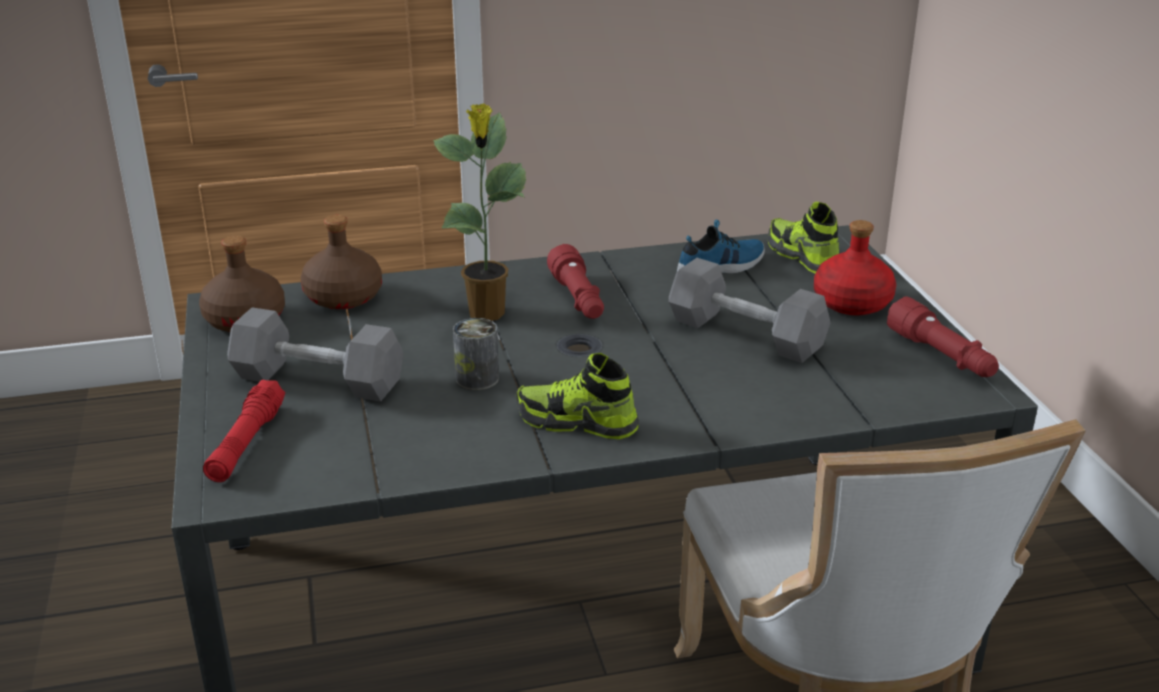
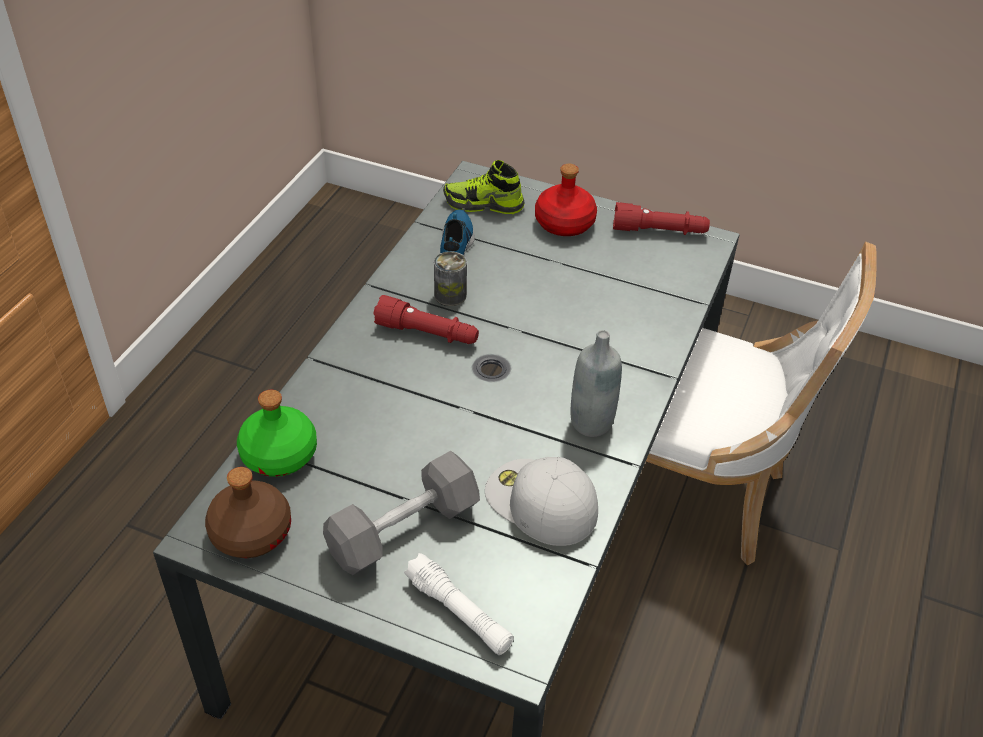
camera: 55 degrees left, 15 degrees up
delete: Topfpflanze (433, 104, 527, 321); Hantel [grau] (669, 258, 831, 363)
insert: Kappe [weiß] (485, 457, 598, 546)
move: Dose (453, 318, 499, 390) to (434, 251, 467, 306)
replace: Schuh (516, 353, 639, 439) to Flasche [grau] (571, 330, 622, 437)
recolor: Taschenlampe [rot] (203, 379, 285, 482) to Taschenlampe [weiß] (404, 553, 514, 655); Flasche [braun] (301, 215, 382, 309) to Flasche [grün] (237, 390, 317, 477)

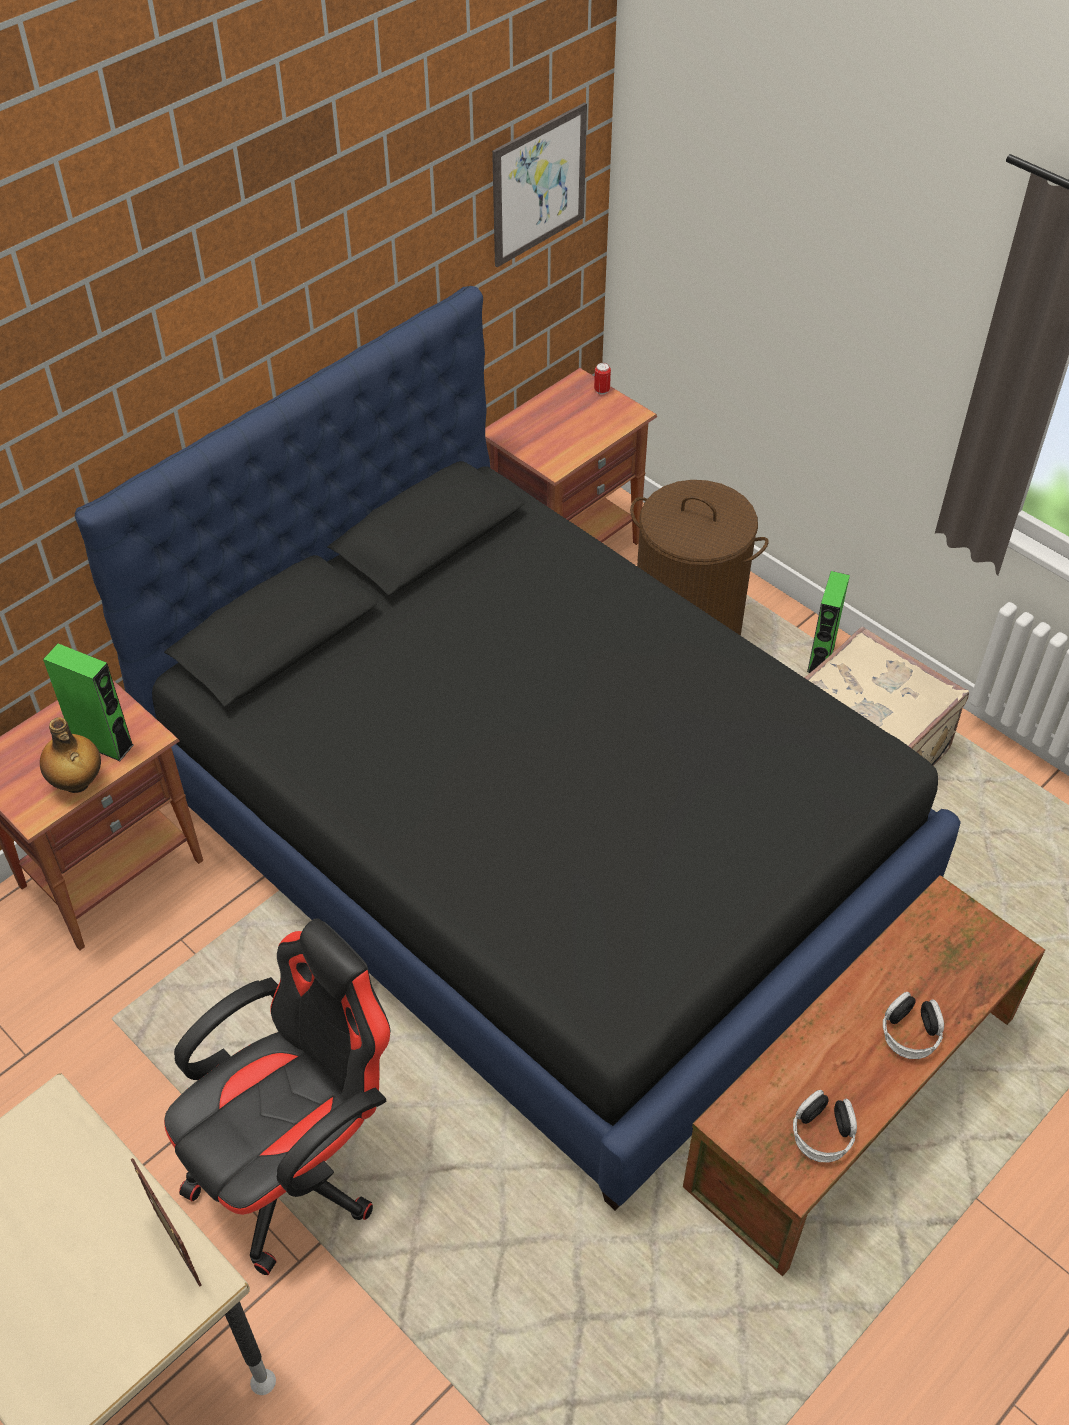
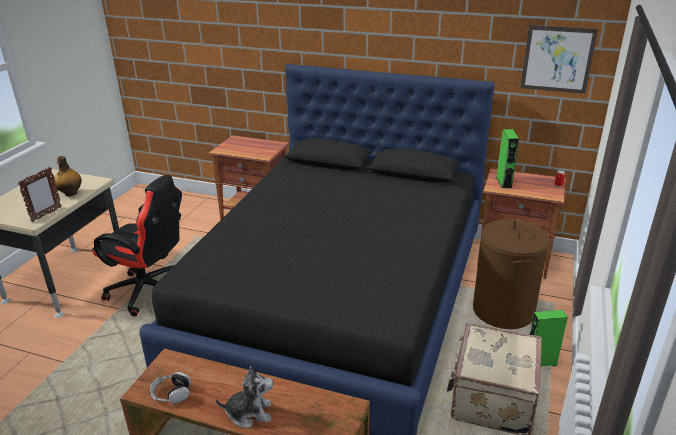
camera: 65 degrees right, 20 degrees down
move: Flasche (40, 717, 101, 793) to (54, 156, 82, 196); Lautsprecher [grün] (43, 644, 134, 761) to (496, 129, 519, 188)
replace: Kopfhörer (883, 992, 944, 1059) to Plüschtier (216, 366, 273, 428)

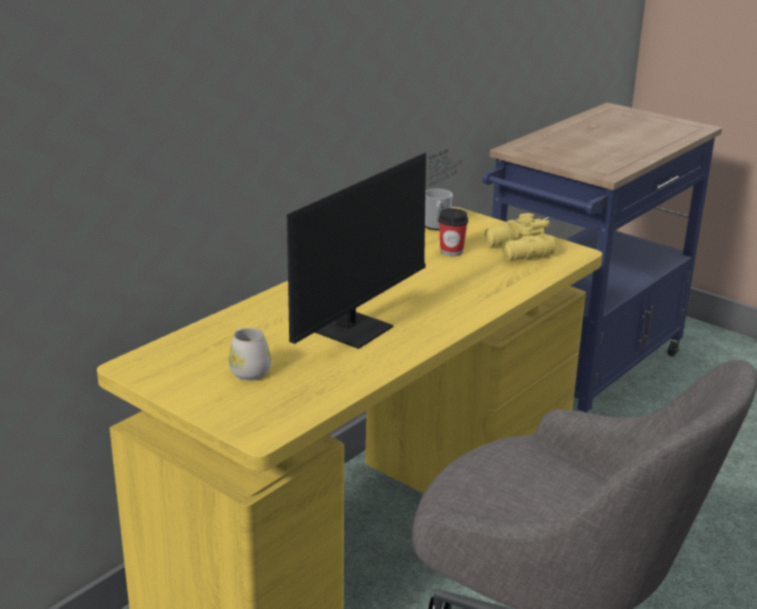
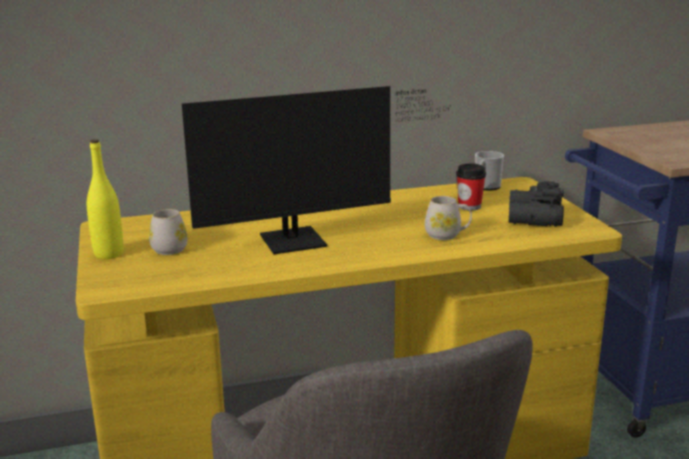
camera: 35 degrees right, 5 degrees down
insert: Flasche [gelb] (87, 139, 124, 259); Henkelbecher [weiß] (425, 196, 472, 240)
recolor: Fernglas [gelb] (484, 213, 555, 262) to Fernglas [schwarz] (509, 181, 564, 226)

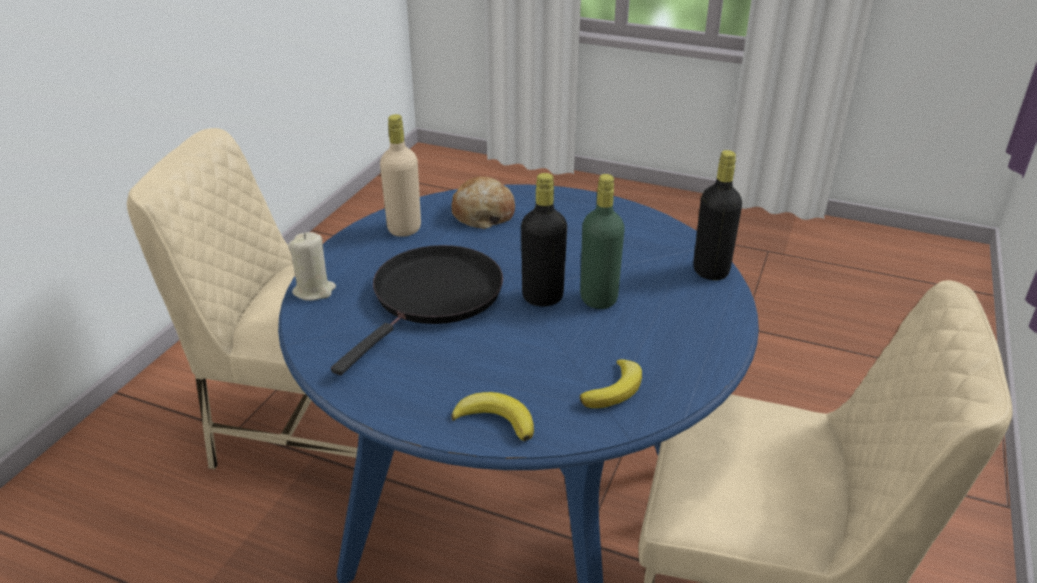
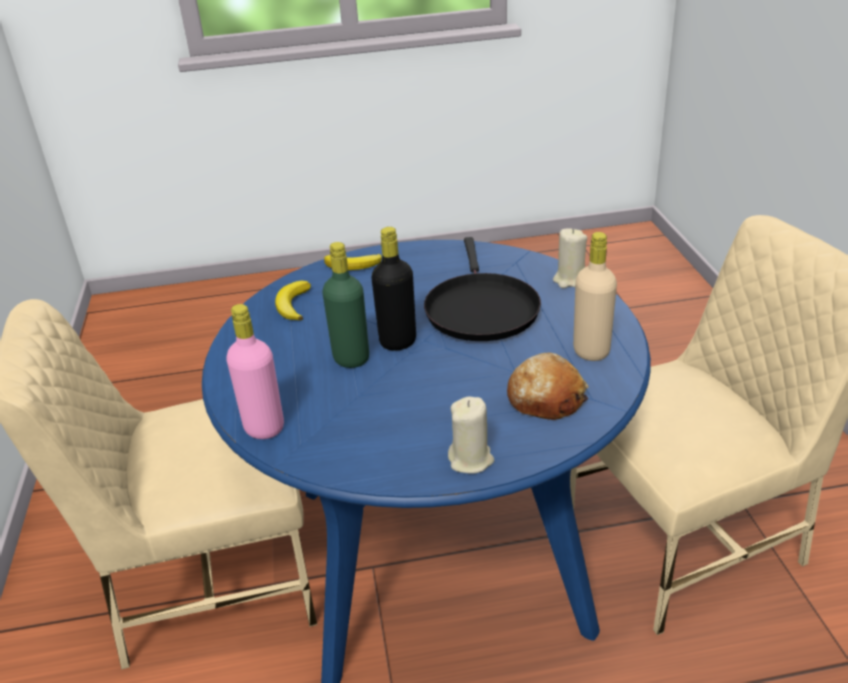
camera: 150 degrees right, 0 degrees up
insert: Kerze [beige] (448, 396, 494, 474)
recolor: Flasche [schwarz] (693, 150, 742, 280) to Flasche [rosa] (227, 304, 284, 439)

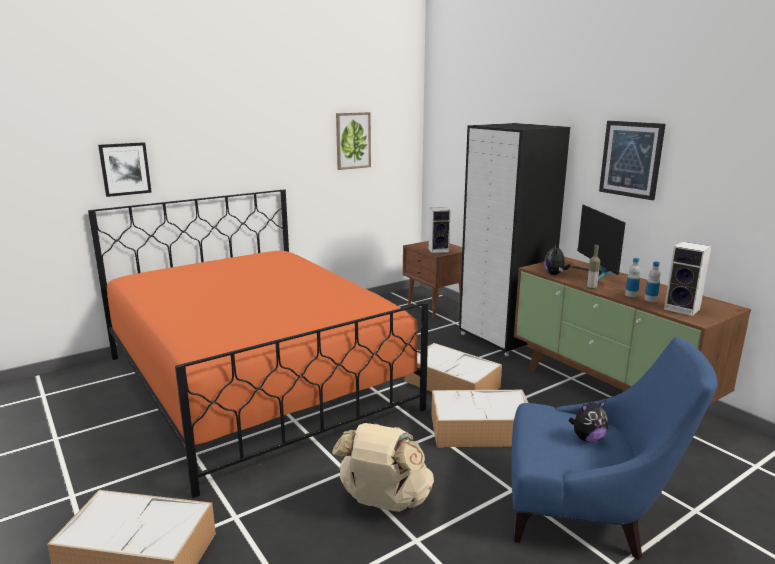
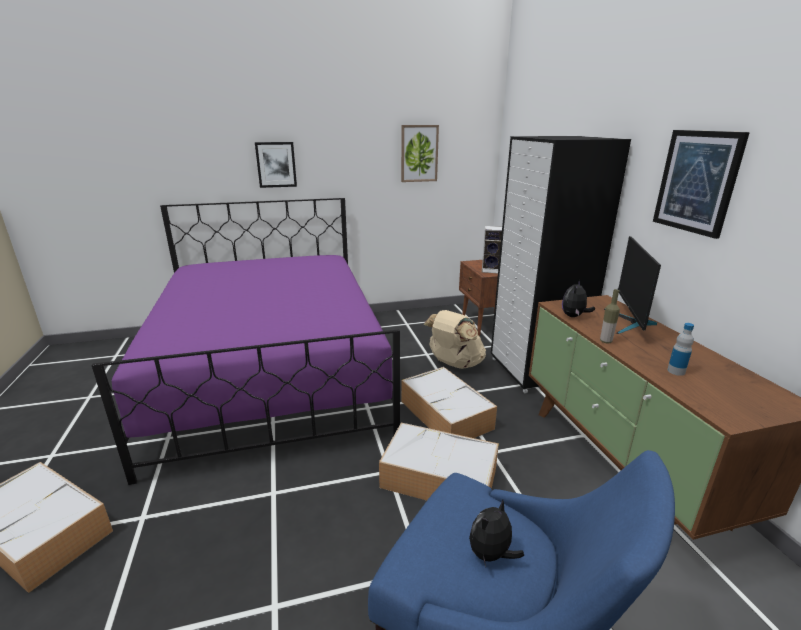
camera: 20 degrees right, 5 degrees up
delete: Flasche (625, 258, 640, 297); Lautsprecher (664, 242, 711, 316)
move: Bild (98, 142, 152, 197) to (255, 142, 297, 188); Rucksack [beige] (332, 423, 434, 512) to (423, 310, 486, 369)
recolor: Bett [orange] (88, 189, 429, 498) to Bett [lila] (92, 198, 400, 485)
rotate: Plüschtier (569, 400, 608, 442) = (469, 500, 524, 567) 135 degrees clockwise

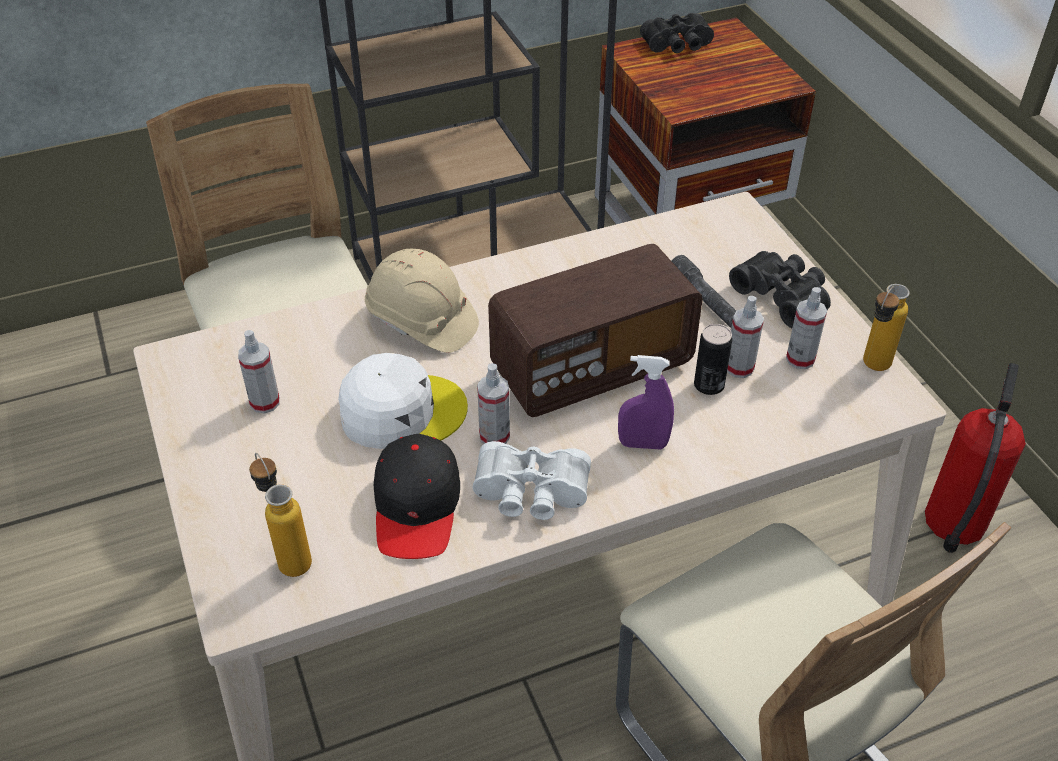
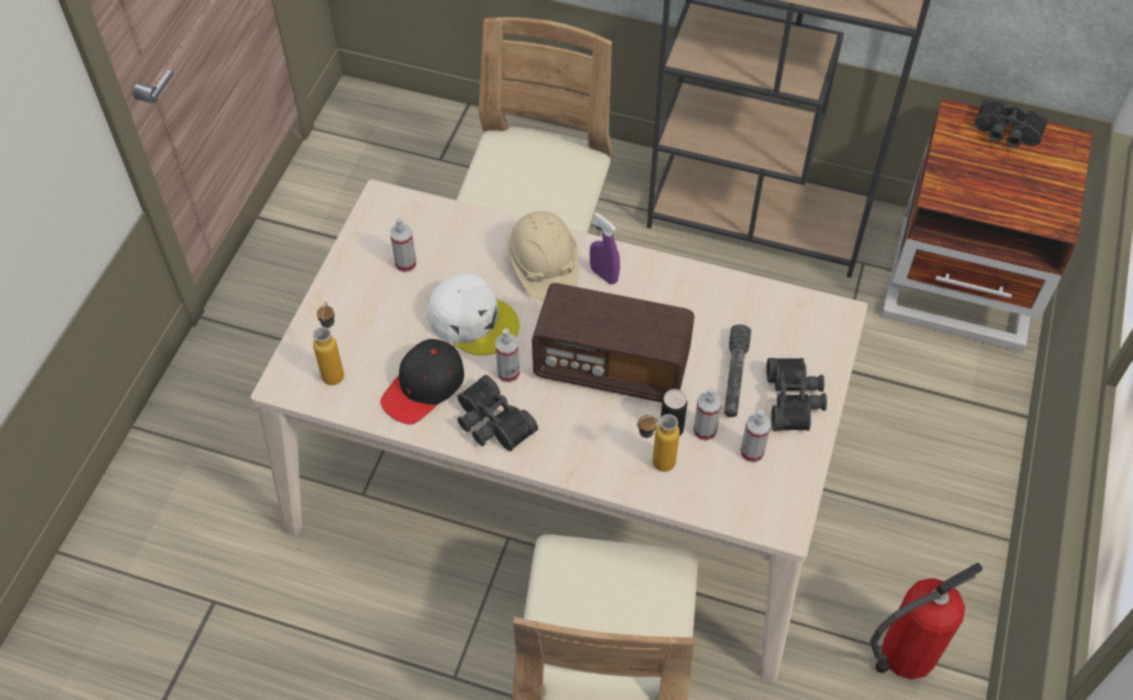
camera: 40 degrees right, 10 degrees up
move: Sprühflasche [lila] (618, 355, 674, 450) to (590, 212, 620, 284); Flasche (863, 284, 910, 371) to (637, 414, 680, 472)
recolor: Fernglas [weiß] (472, 441, 591, 520) to Fernglas [schwarz] (457, 375, 538, 451)

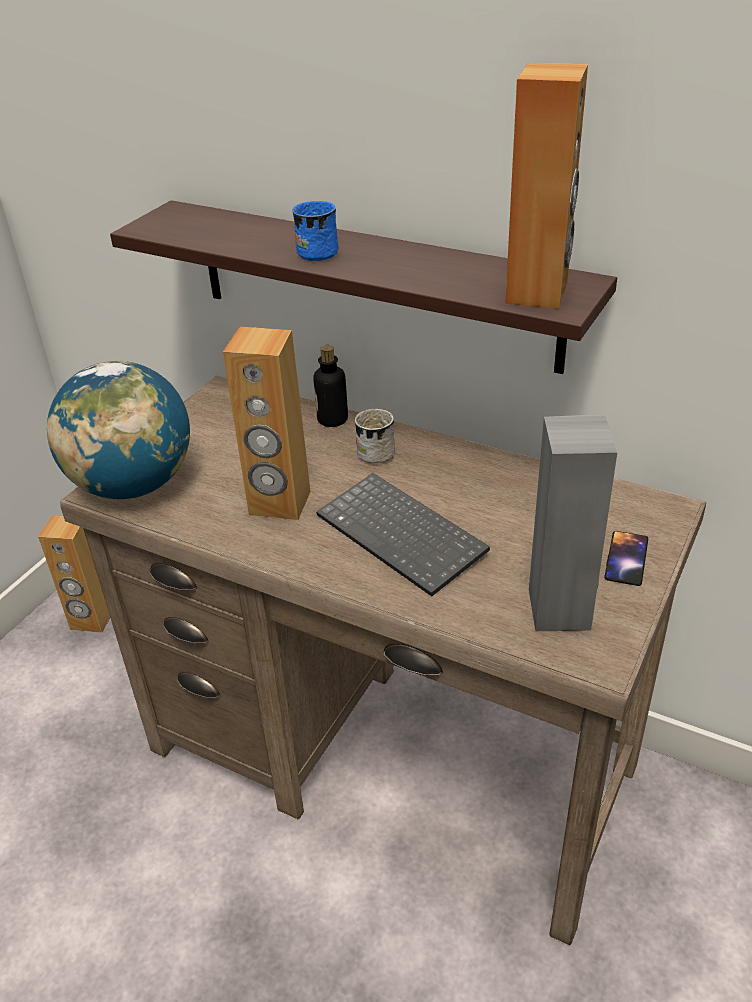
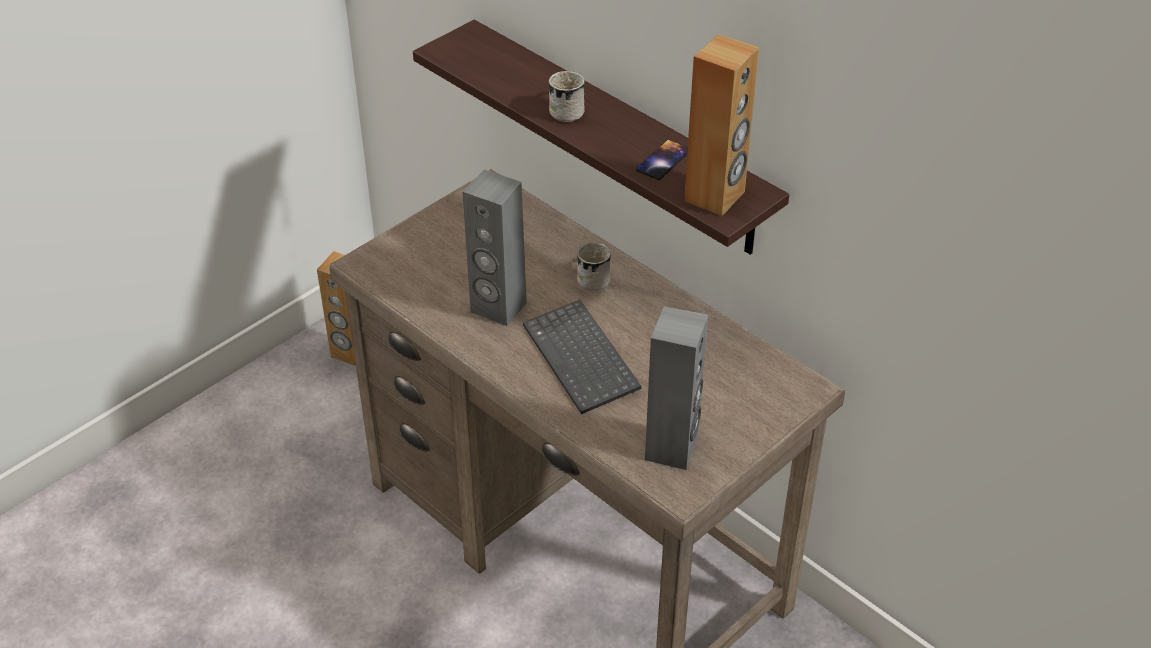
camera: 15 degrees right, 5 degrees up
delete: Globus (47, 361, 190, 499); Flasche (313, 345, 348, 427)
move: Handy (604, 531, 648, 586) to (636, 140, 688, 180)
recolor: Lautsprecher [braun] (223, 327, 310, 520) to Lautsprecher [grau] (463, 170, 527, 326); Henkelbecher [blau] (292, 201, 339, 261) to Henkelbecher [weiß] (549, 71, 585, 122)

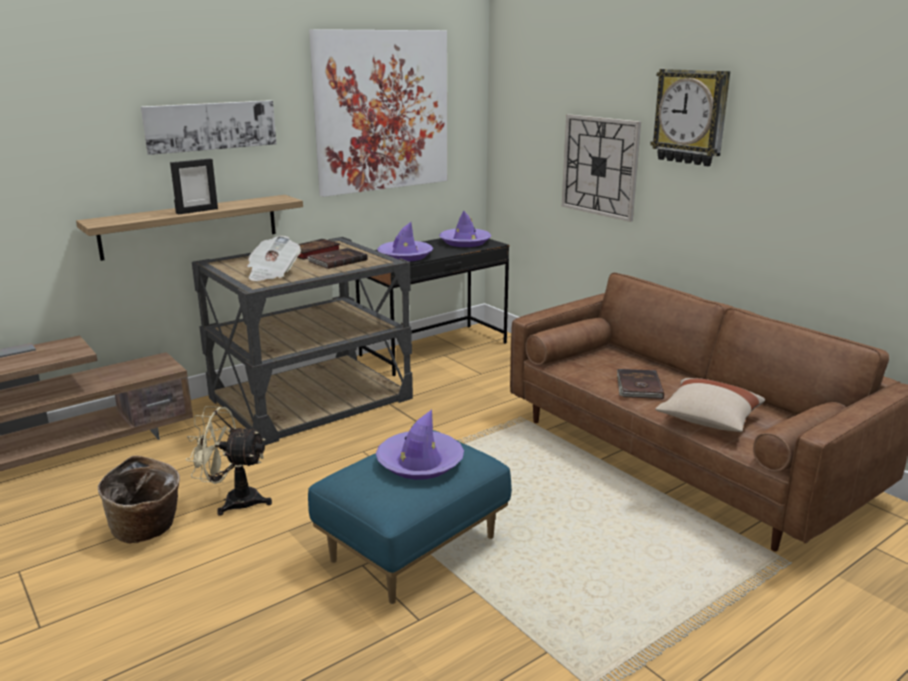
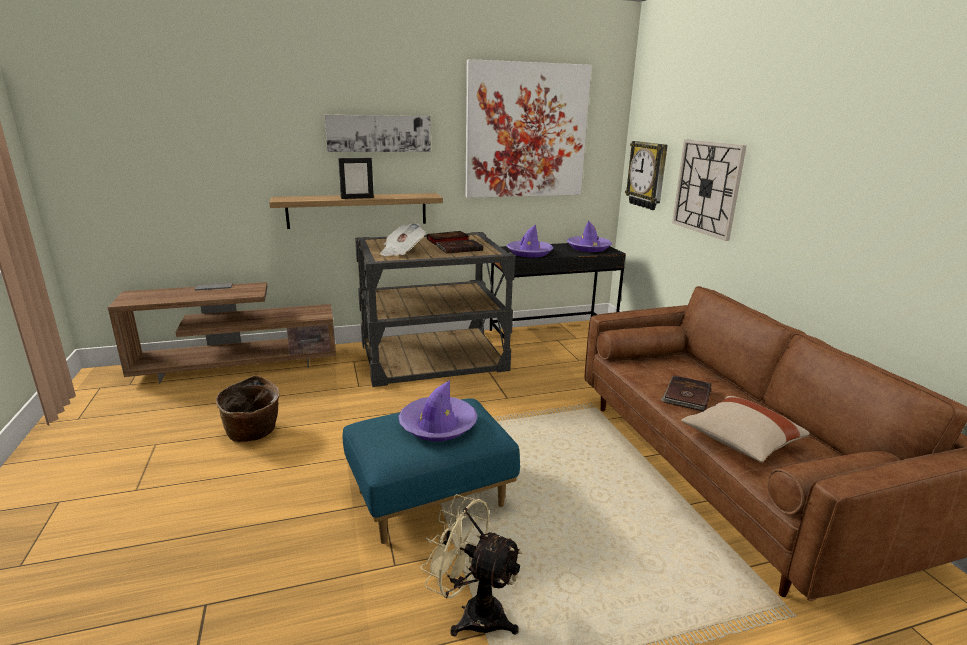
camera: 20 degrees right, 0 degrees up
move: Ventilator [beige] (186, 406, 272, 516) to (420, 494, 523, 637); Wanduhr (650, 69, 730, 166) to (625, 141, 668, 210)

